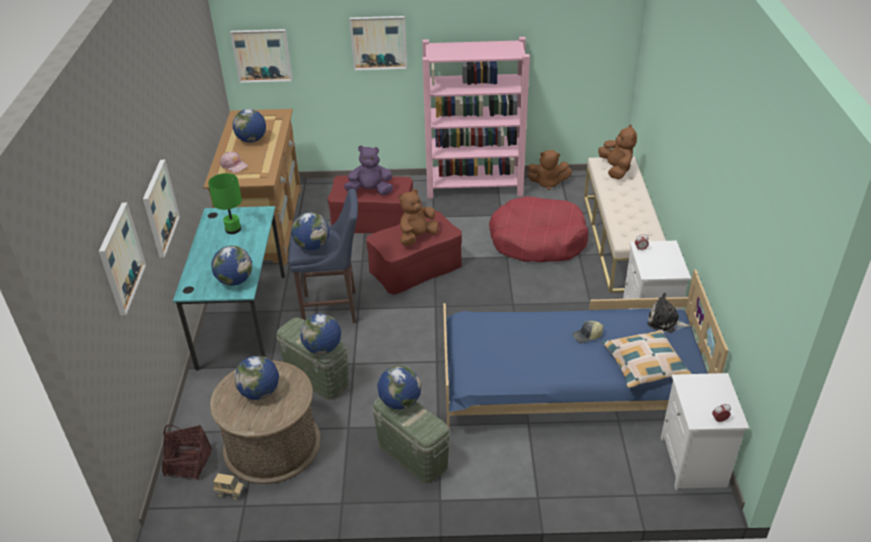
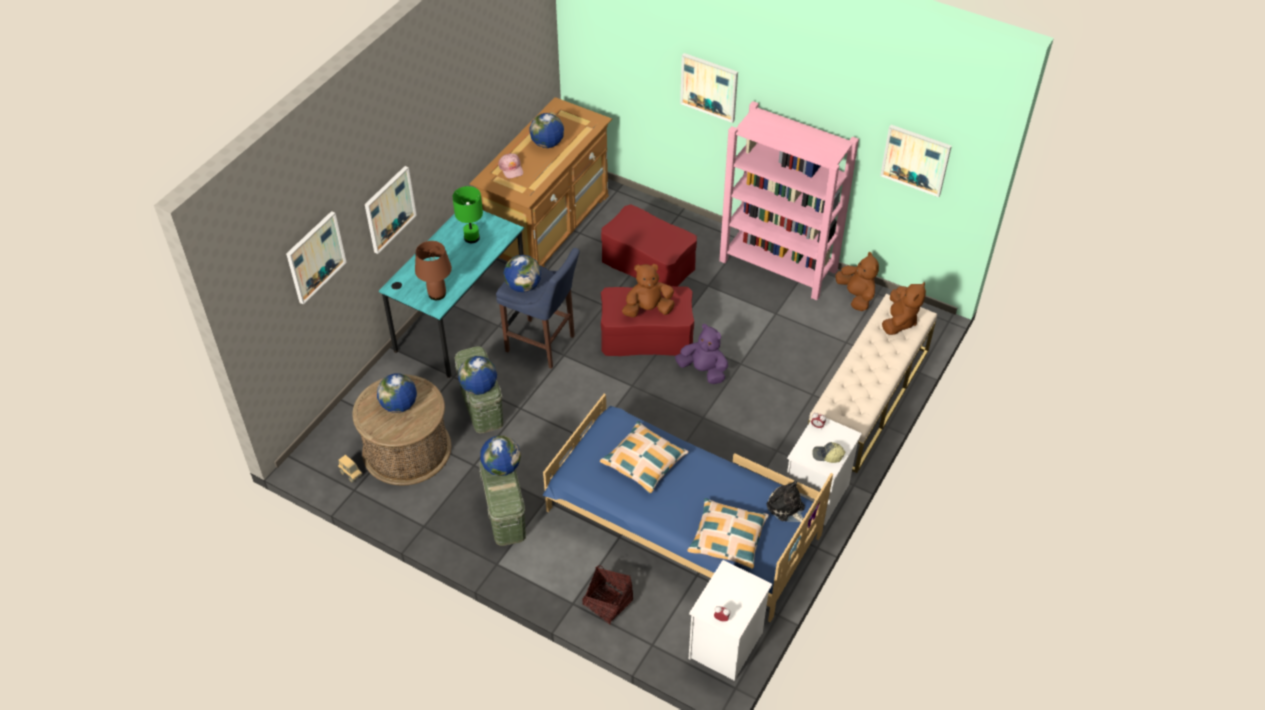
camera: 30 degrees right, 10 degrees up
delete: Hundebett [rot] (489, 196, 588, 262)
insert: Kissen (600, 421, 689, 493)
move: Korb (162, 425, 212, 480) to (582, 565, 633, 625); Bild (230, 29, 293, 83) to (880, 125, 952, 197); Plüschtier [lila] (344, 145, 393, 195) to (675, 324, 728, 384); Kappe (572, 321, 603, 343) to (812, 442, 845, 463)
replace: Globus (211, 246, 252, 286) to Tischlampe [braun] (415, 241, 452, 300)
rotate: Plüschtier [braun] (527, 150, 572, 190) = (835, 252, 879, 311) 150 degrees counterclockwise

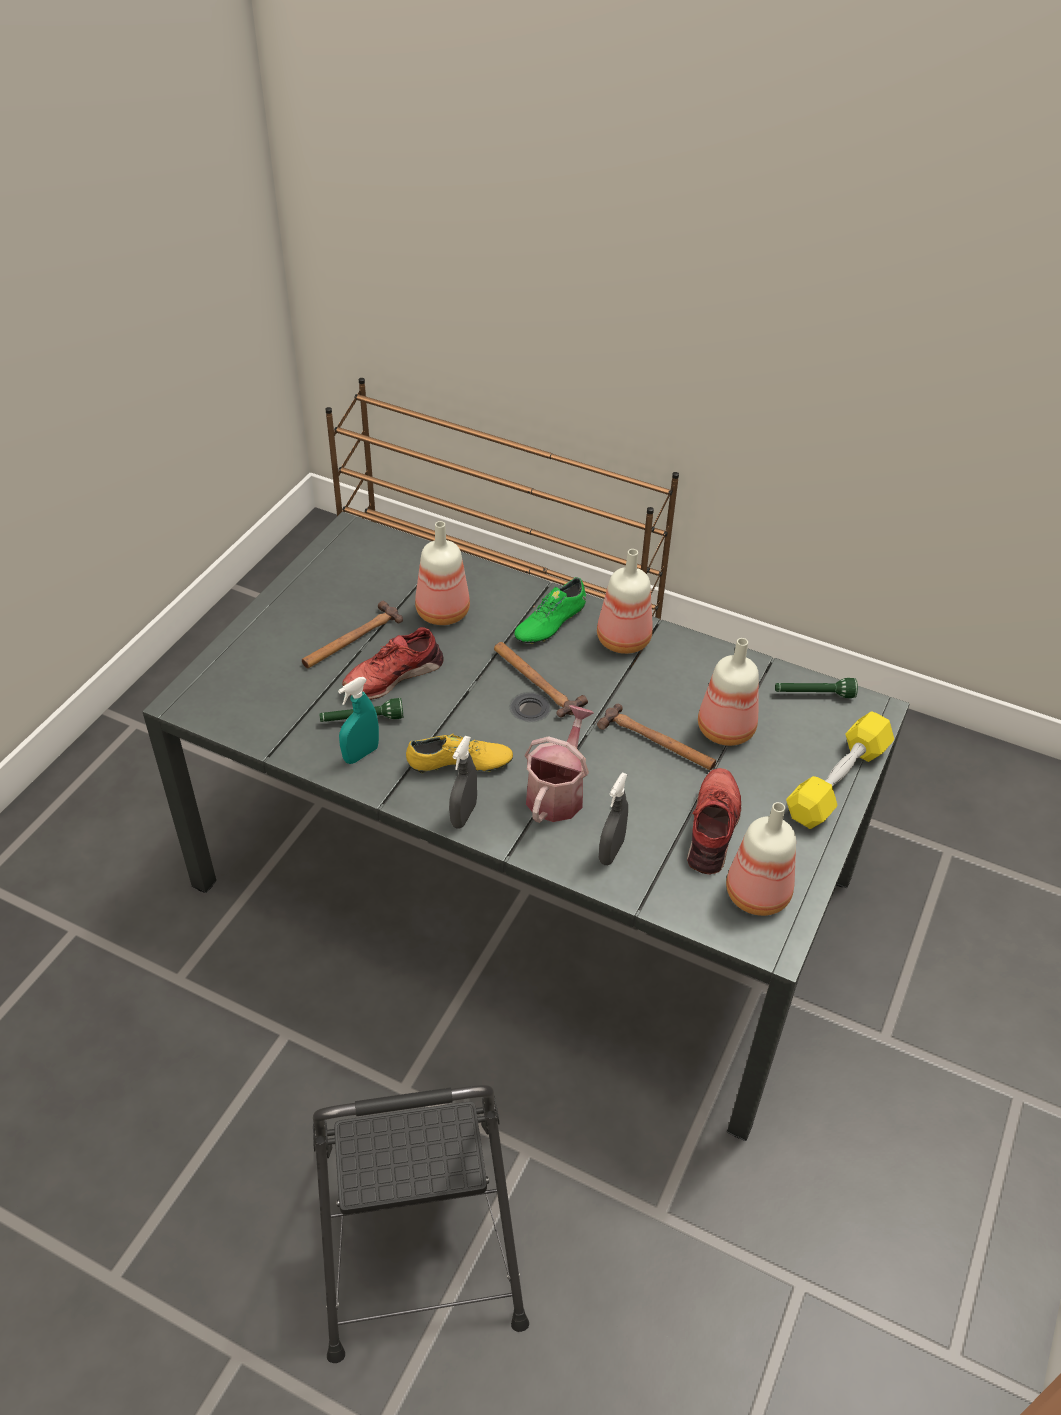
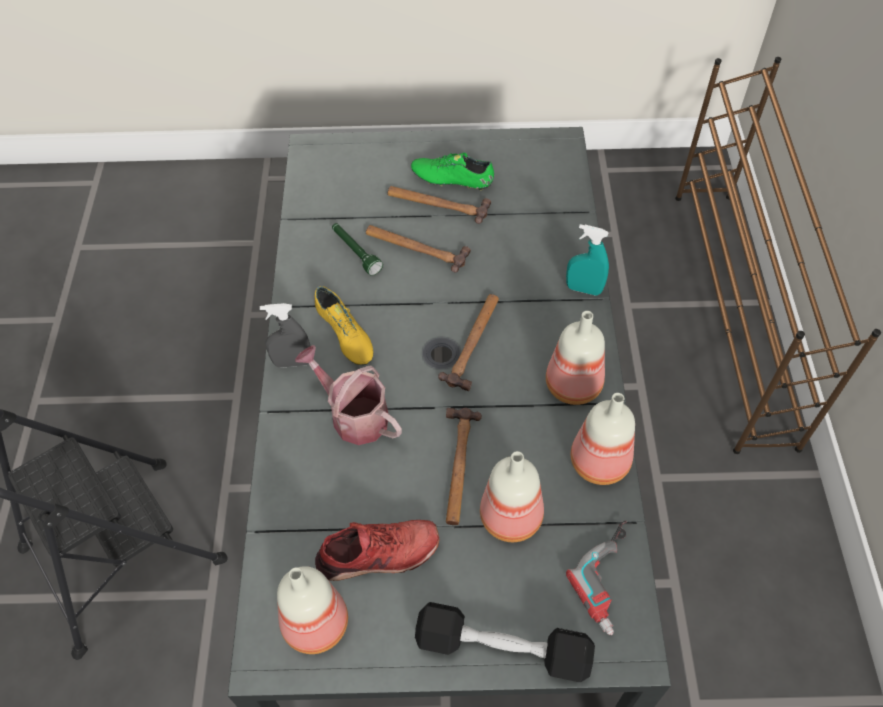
camera: 65 degrees right, 10 degrees up
delete: Sprühflasche [grau] (599, 772, 628, 865)
move: Sprühflasche [türkis] (338, 677, 379, 764) to (566, 224, 609, 296); Flasche (415, 521, 470, 625) to (571, 393, 635, 485); Schuh [grün] (514, 577, 586, 644) to (411, 153, 494, 191)
replace: Schuh [rot] (342, 627, 444, 700) to Hammer (366, 225, 471, 273); Taschenlampe [grün] (775, 678, 858, 698) to Bohrmaschine (566, 521, 627, 635)
recolor: Hantel [gelb] (786, 711, 894, 829) to Hantel [schwarz] (415, 602, 595, 682)
rotate: Gießkanne (525, 705, 594, 823) = (295, 345, 402, 445) 135 degrees counterclockwise

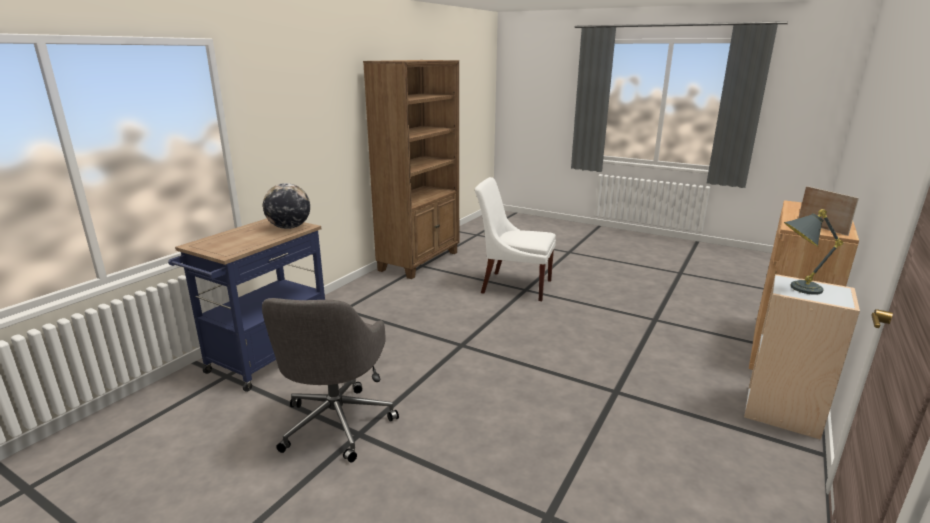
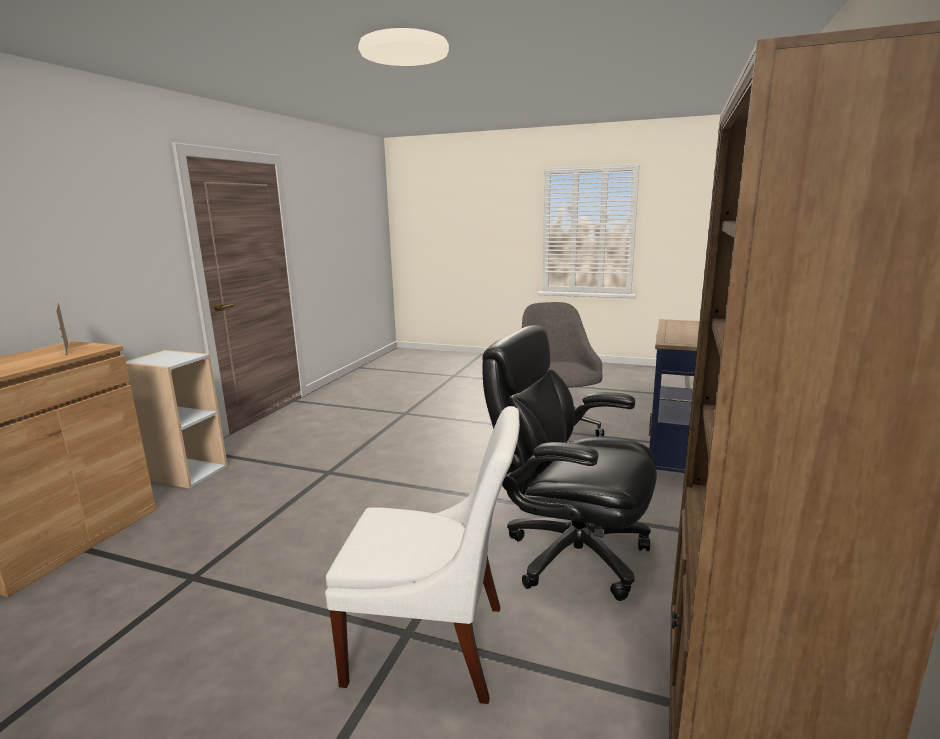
camera: 170 degrees right, 5 degrees down
delete: Globus (263, 183, 310, 229); Tischlampe [grau] (784, 209, 843, 295)
insert: Bürostuhl [schwarz] (482, 325, 657, 601)

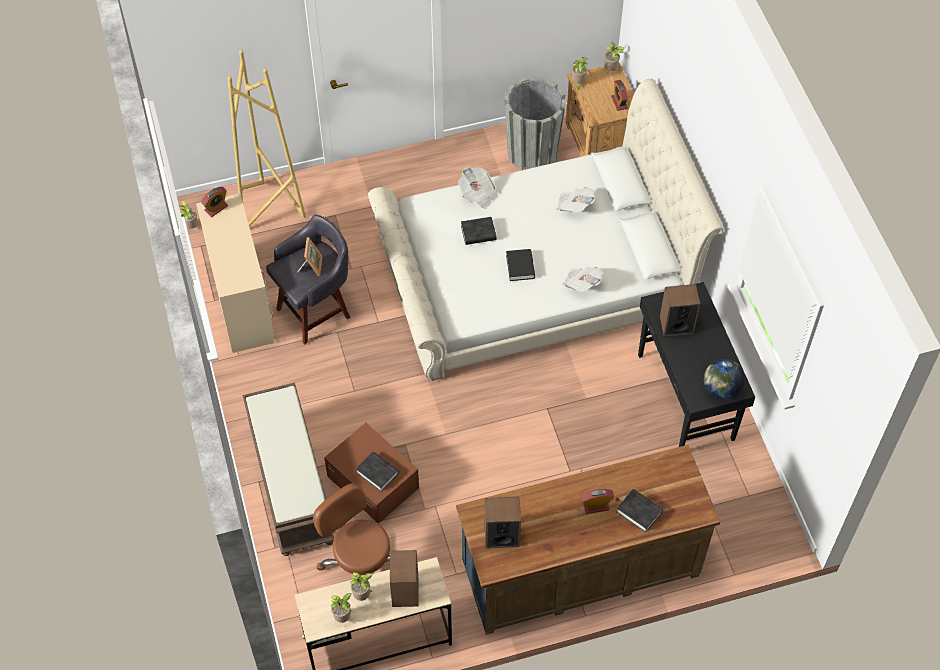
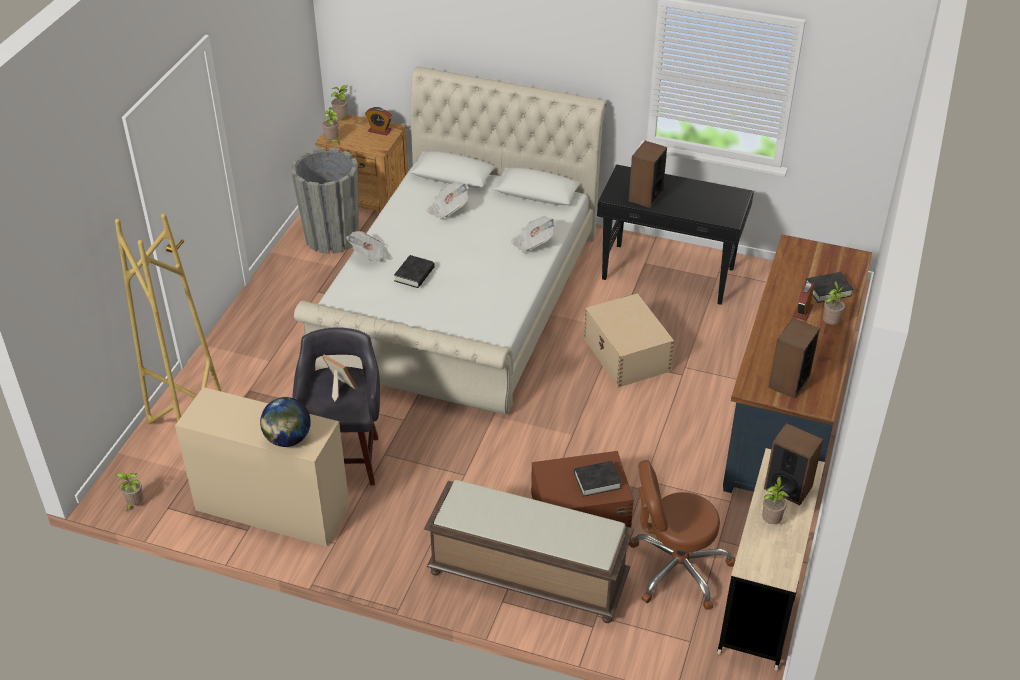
camera: 55 degrees left, 15 degrees down
delete: Wecker (201, 187, 228, 217); Buch [schwarz] (506, 249, 535, 281)
insert: Aufbewahrungsbox [beige] (584, 293, 674, 388)
move: Topfpflanze (330, 593, 352, 623) to (823, 281, 847, 325); Globus (704, 359, 745, 400) to (260, 397, 311, 447)

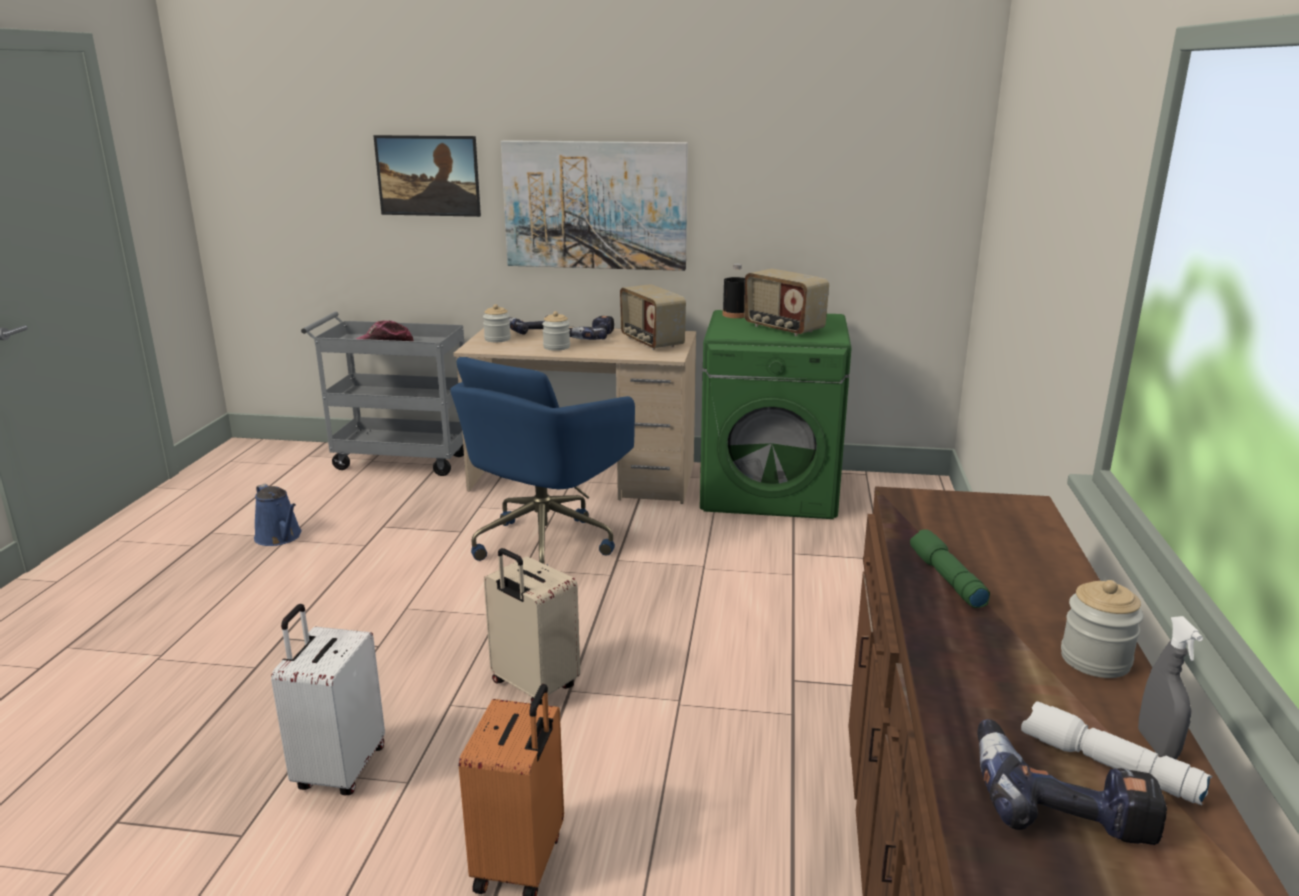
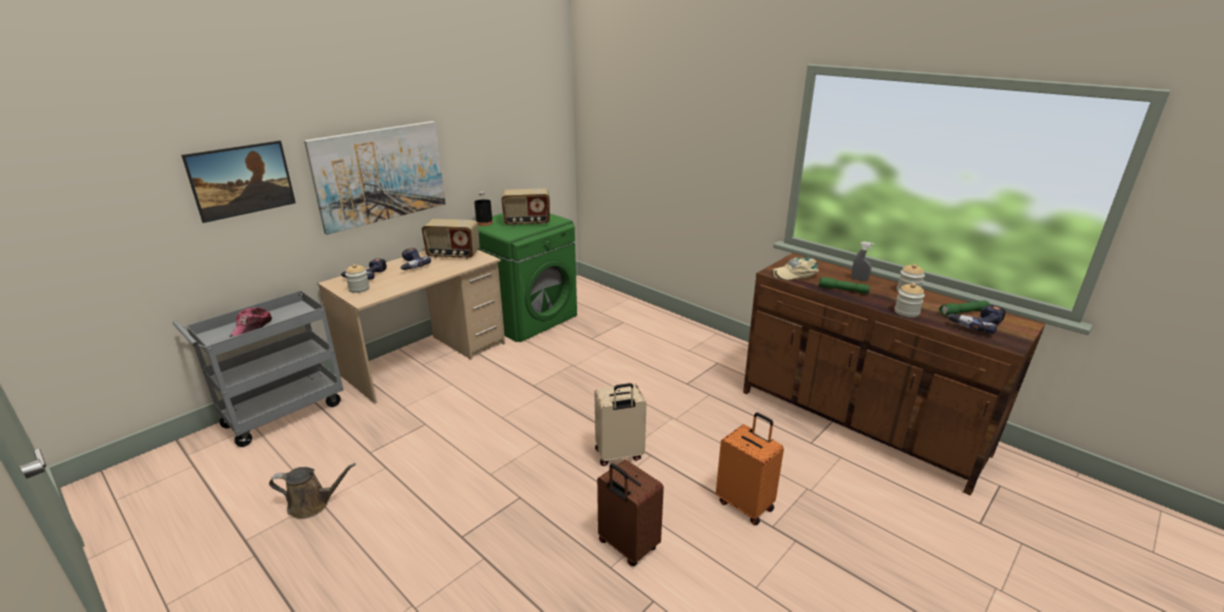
camera: 55 degrees left, 5 degrees up
delete: Bürostuhl [blau] (450, 357, 635, 566)
insert: Kappe [beige] (772, 257, 819, 280)
move: Vorratsglas (542, 311, 570, 351) to (895, 283, 925, 318); Sprühflasche [grau] (1138, 616, 1203, 760) to (851, 242, 874, 281)
recolor: Gießkanne [blau] (254, 484, 301, 546) to Gießkanne [braun] (269, 463, 356, 519); Koffer [weiß] (271, 604, 385, 795) to Koffer [braun] (597, 460, 664, 566); Taschenlampe [weiß] (1021, 701, 1212, 806) to Taschenlampe [grün] (939, 300, 990, 316)

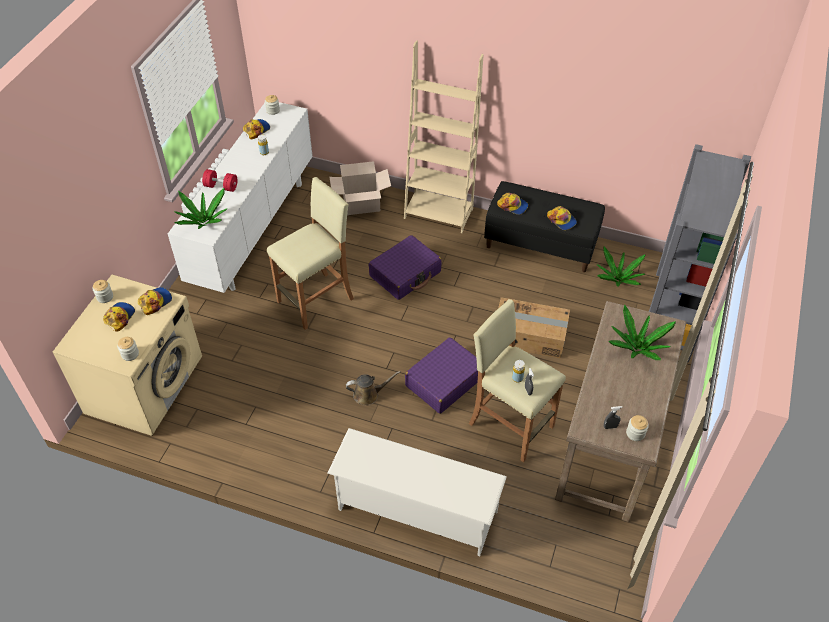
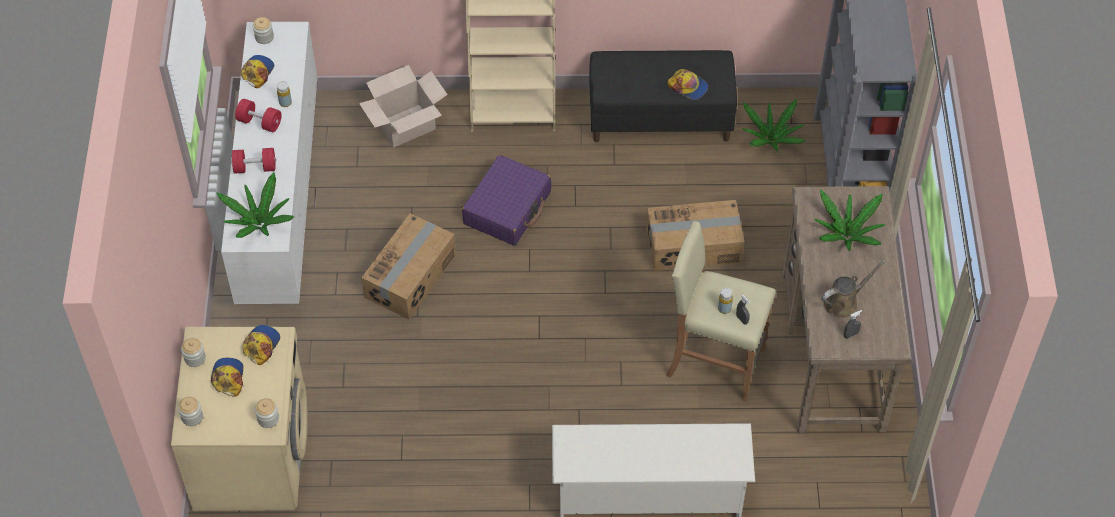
camera: 20 degrees left, 5 degrees up
delete: Koffer [lila] (405, 337, 478, 414); Kappe (497, 193, 528, 215)
insert: Hantel [rot] (235, 99, 281, 132)
move: Gießkanne [braun] (346, 371, 401, 406) to (821, 259, 886, 318); Vorratsglas (626, 415, 649, 441) to (178, 397, 203, 426)
replace: Hocker [beige] (267, 177, 354, 330) to Karton (361, 214, 456, 319)

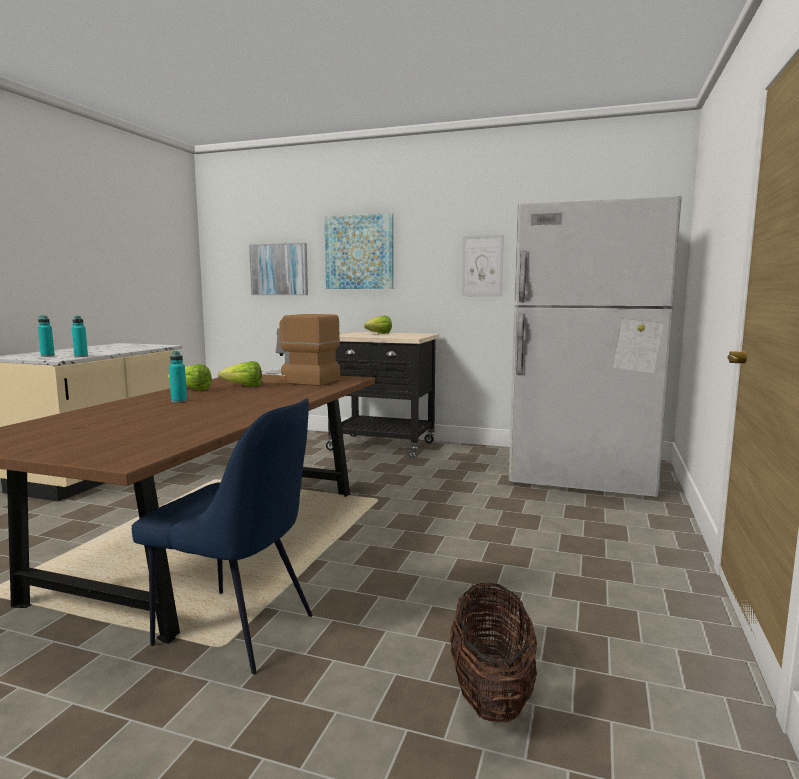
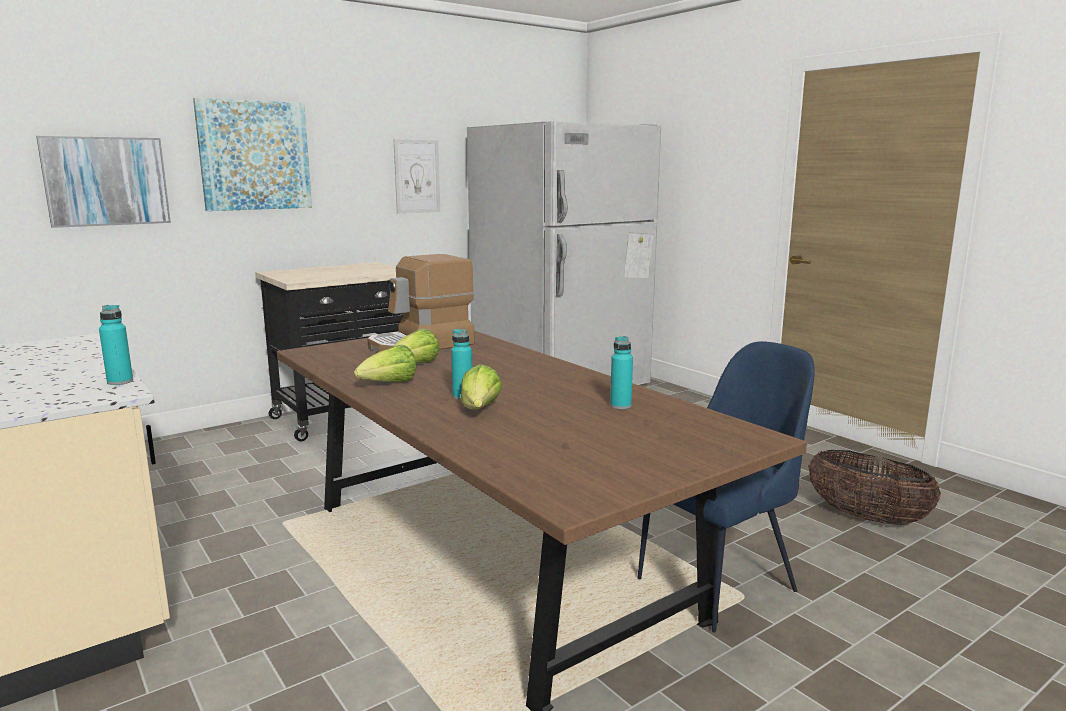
camera: 55 degrees left, 5 degrees up
move: Flasche [türkis] (38, 315, 55, 357) to (610, 336, 633, 409); Salatkopf (364, 315, 392, 334) to (461, 364, 502, 410)

